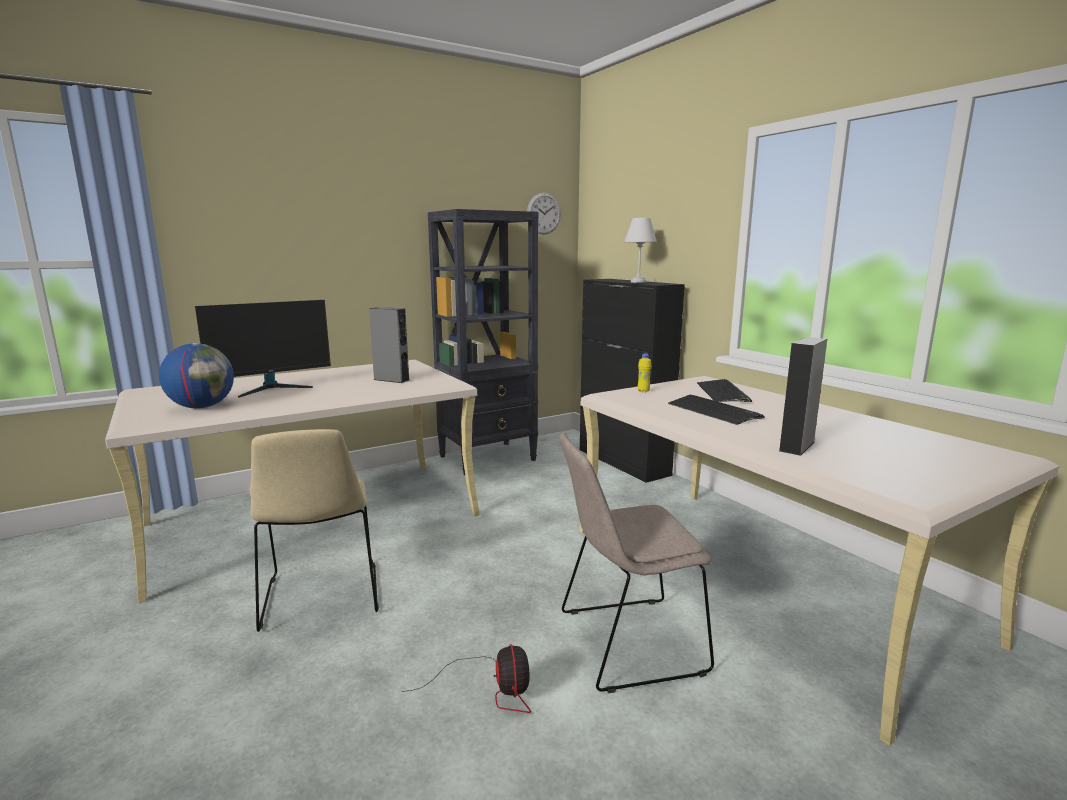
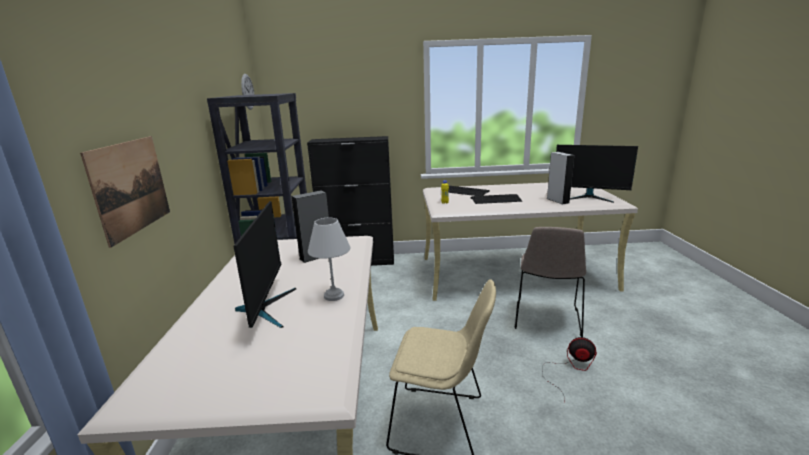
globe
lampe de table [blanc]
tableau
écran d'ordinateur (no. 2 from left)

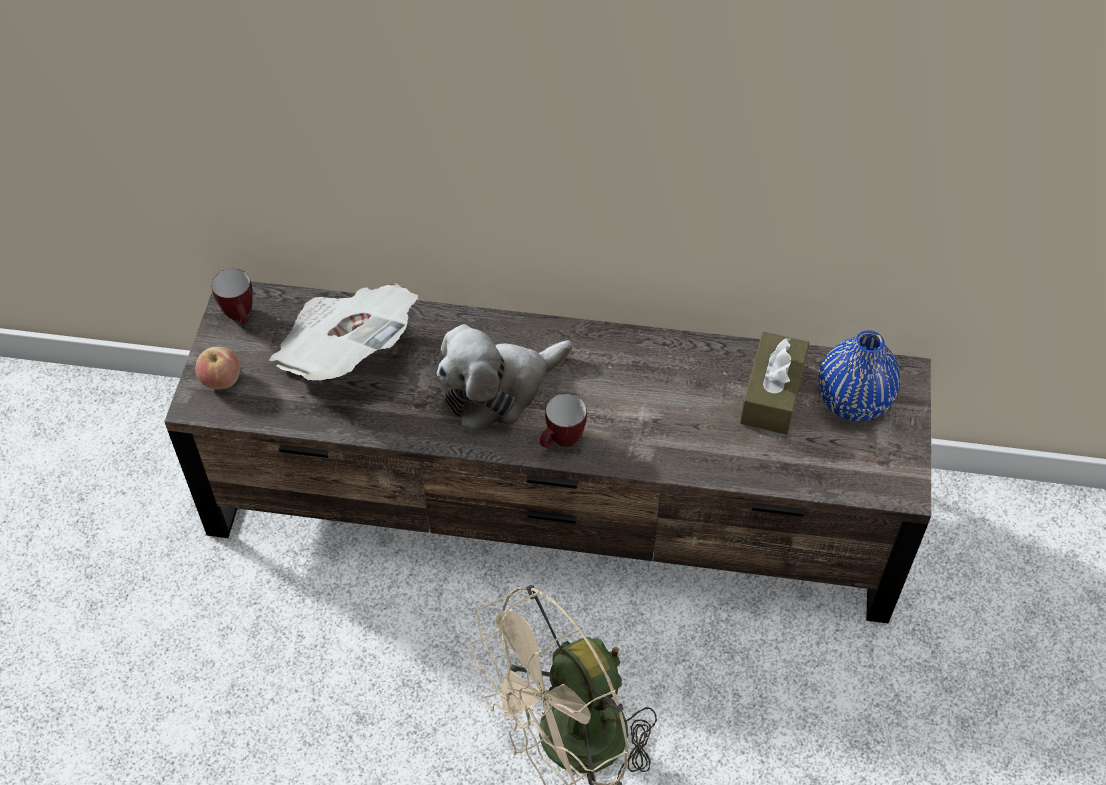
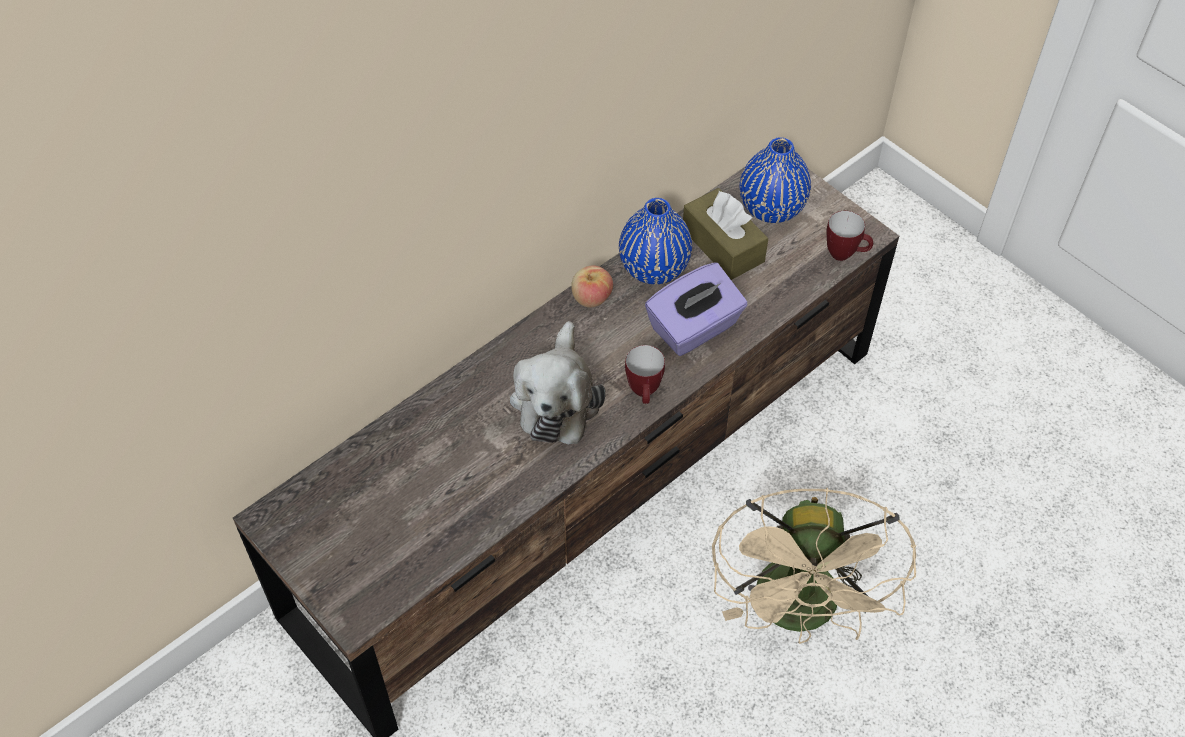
pomme
mug (no. 2 from left)
journal
vase [bleu] (no. 1 from left)
boîte à mouchoirs [violet]

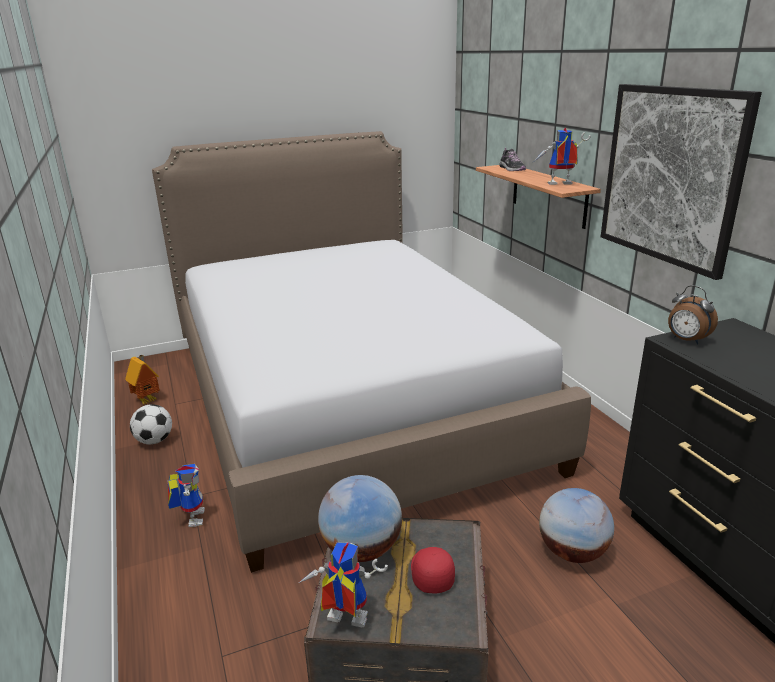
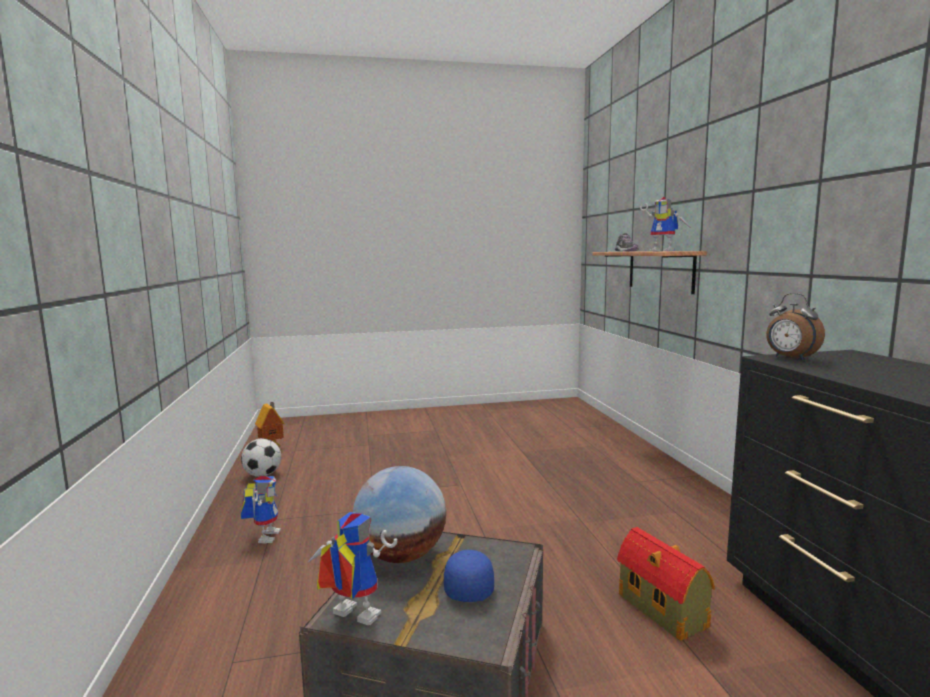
lit
casquette [bleu]
robot jouet (no. 3 from left)
maison miniature (no. 2 from left)
tableau

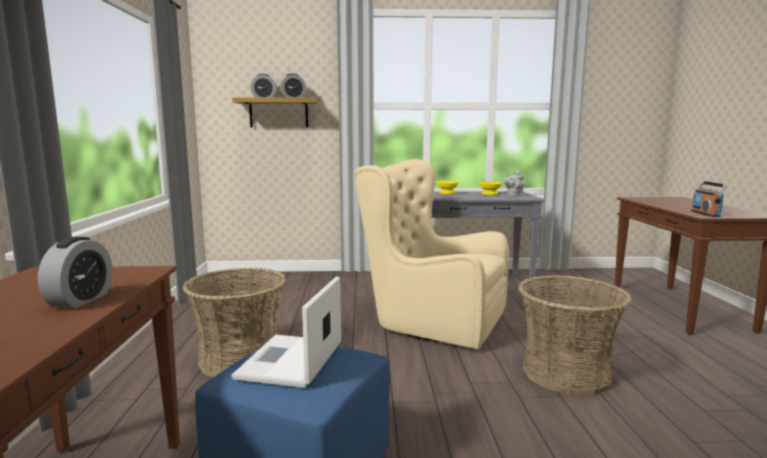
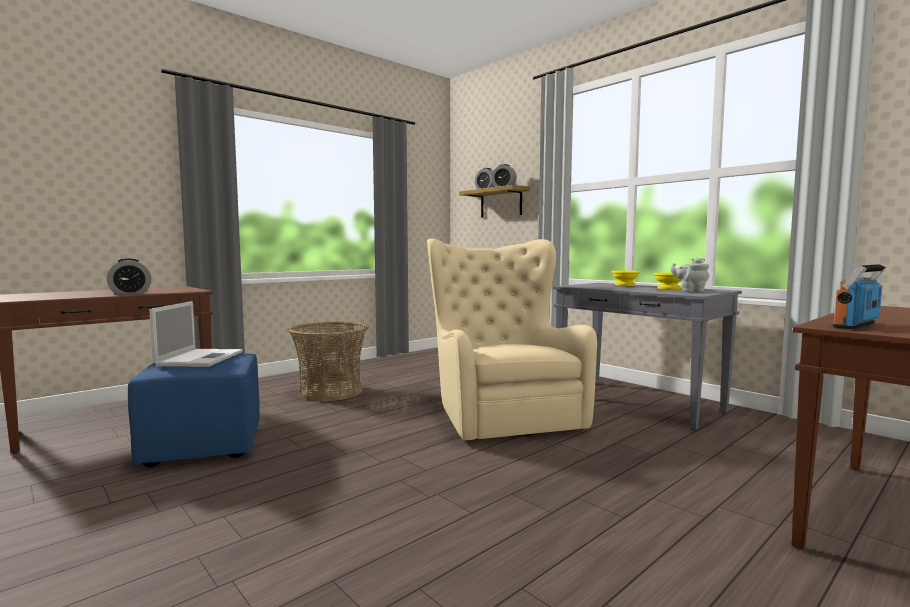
ordinateur portable
panier (no. 2 from left in the first image)

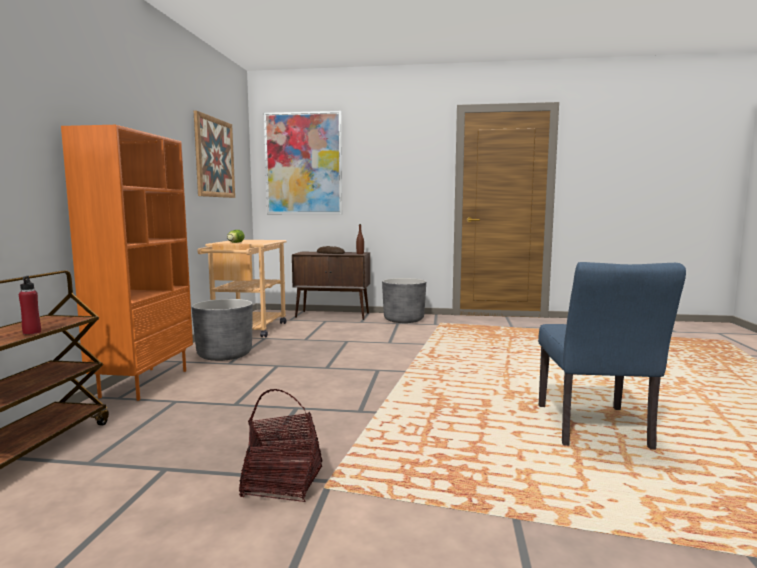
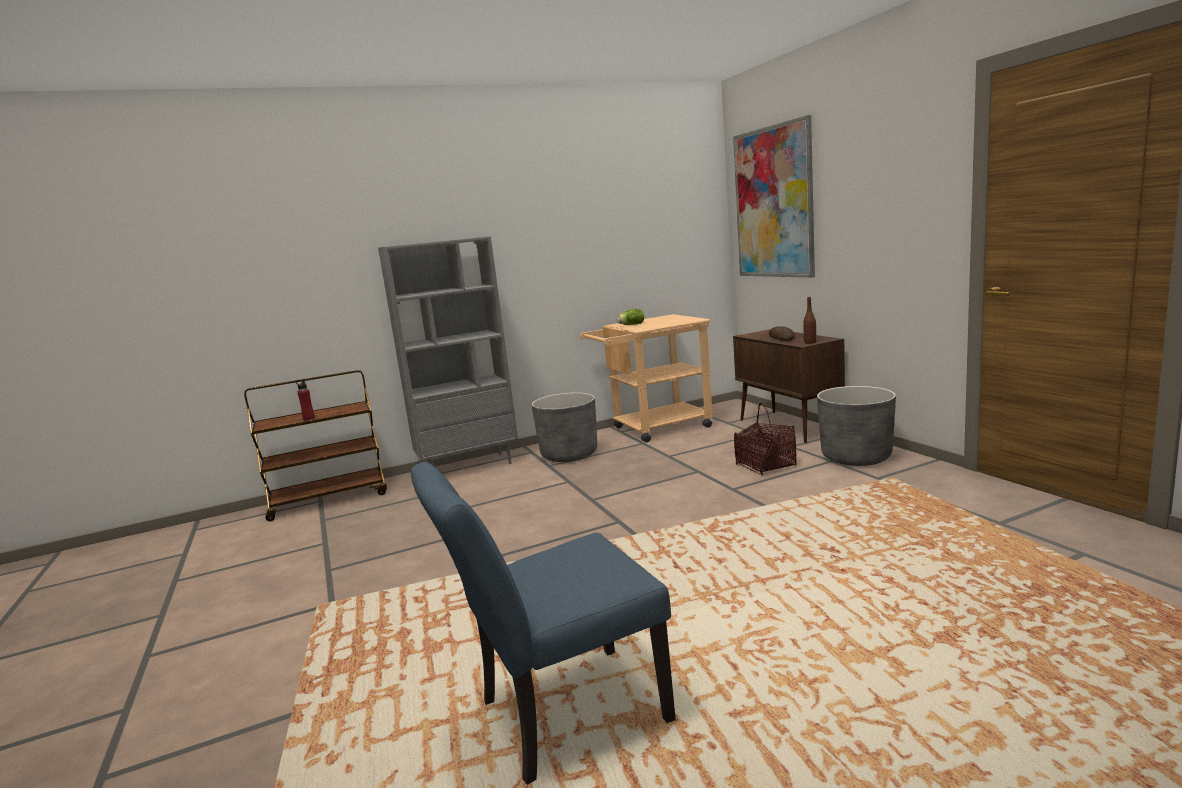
bibliothèque [gris]
tableau (no. 1 from left in the first image)
panier

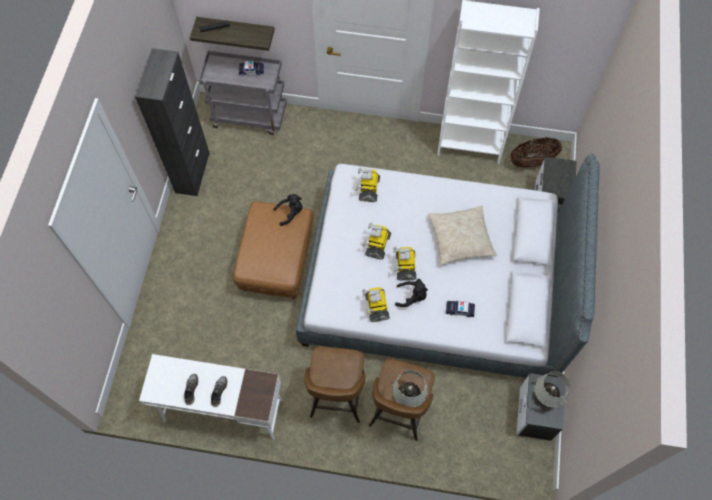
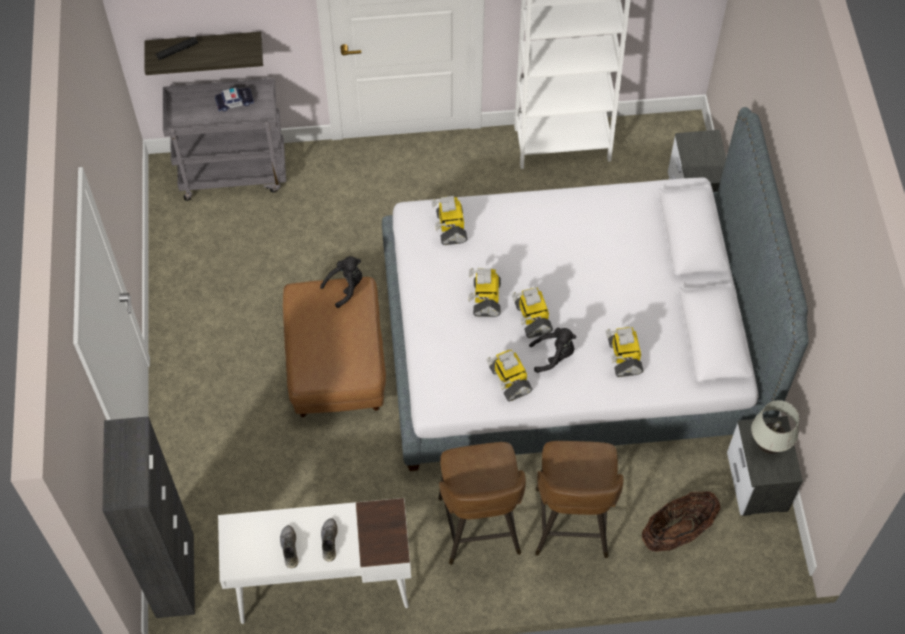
meuble de rangement [noir]
lampe de table [blanc] (no. 1 from left in the first image)
coussin [beige]
robot jouet (no. 5 from left)
panier

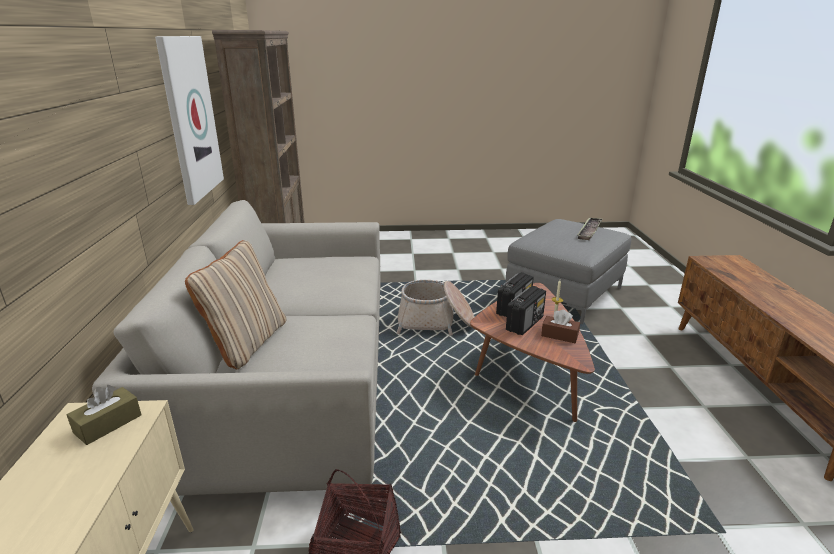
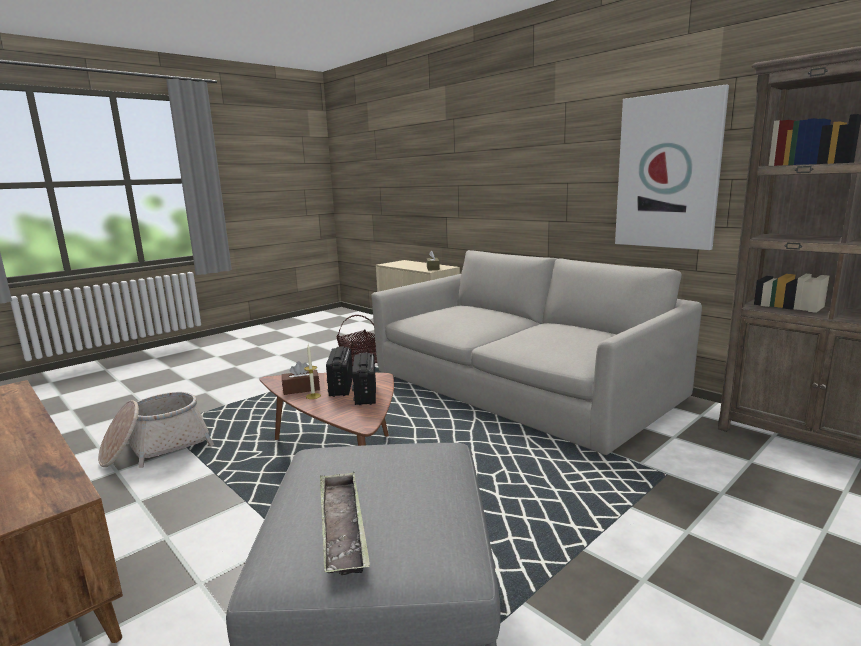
coussin [beige]
panier (no. 1 from left)

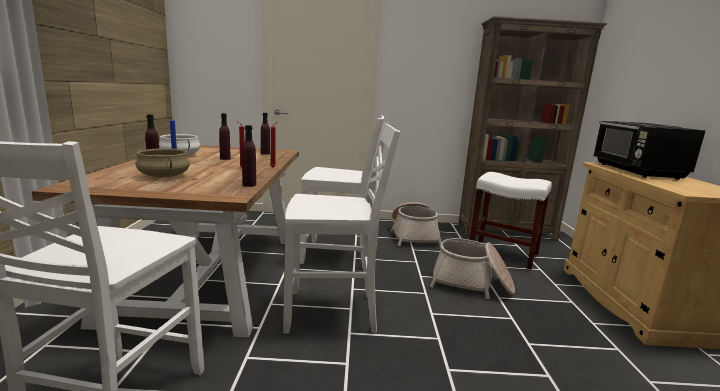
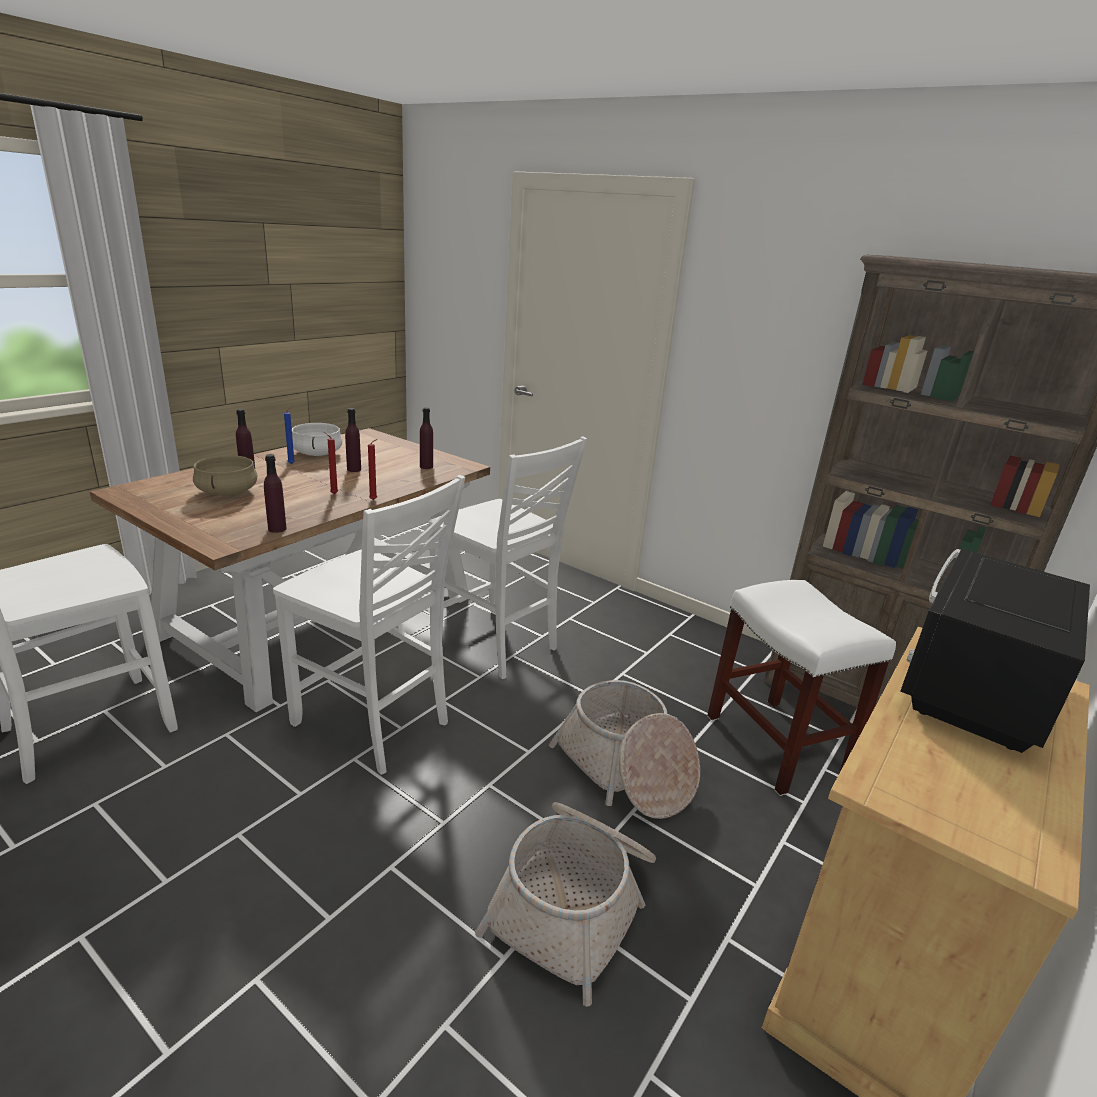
panier (no. 1 from left)

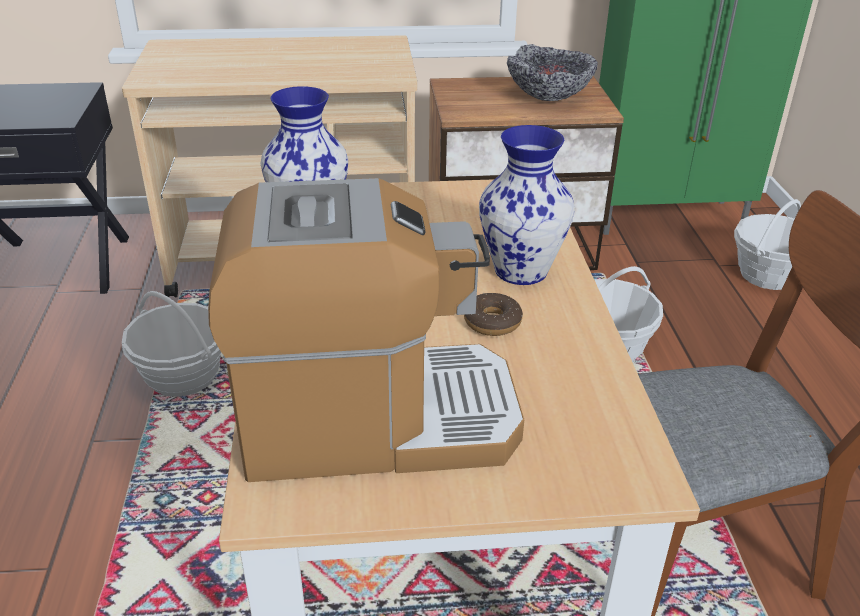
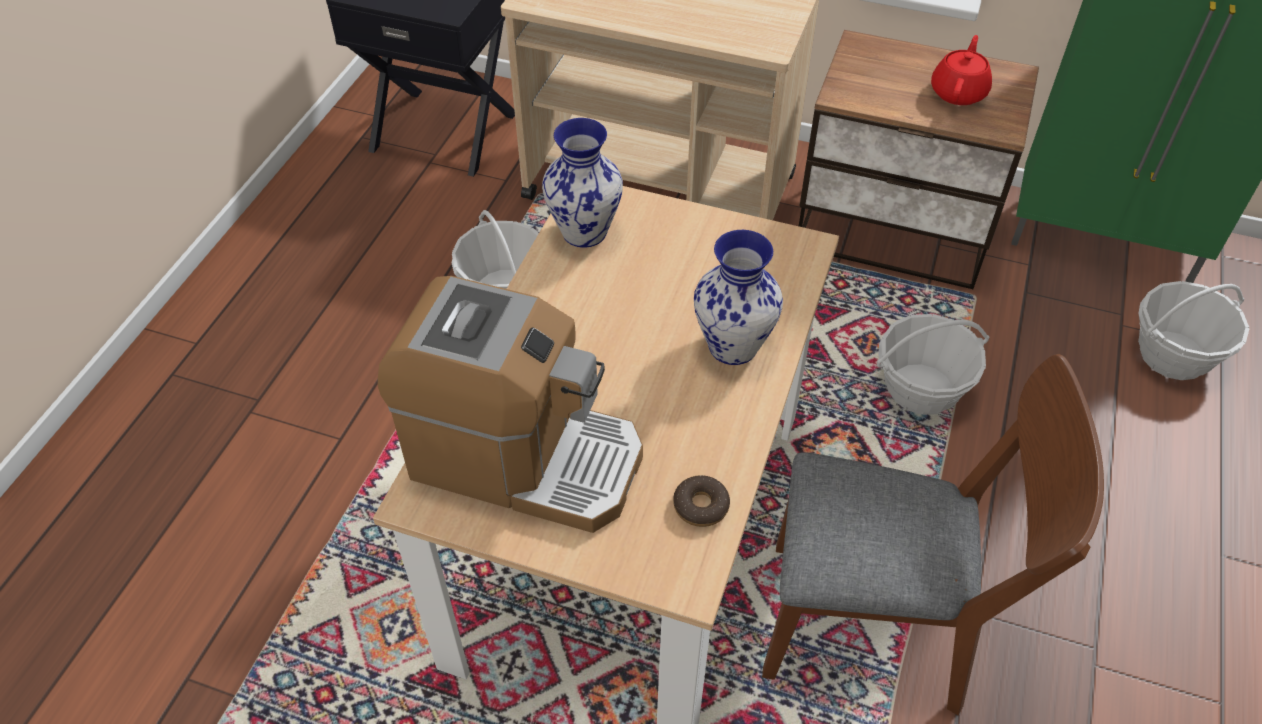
beignet
théière [rouge]

